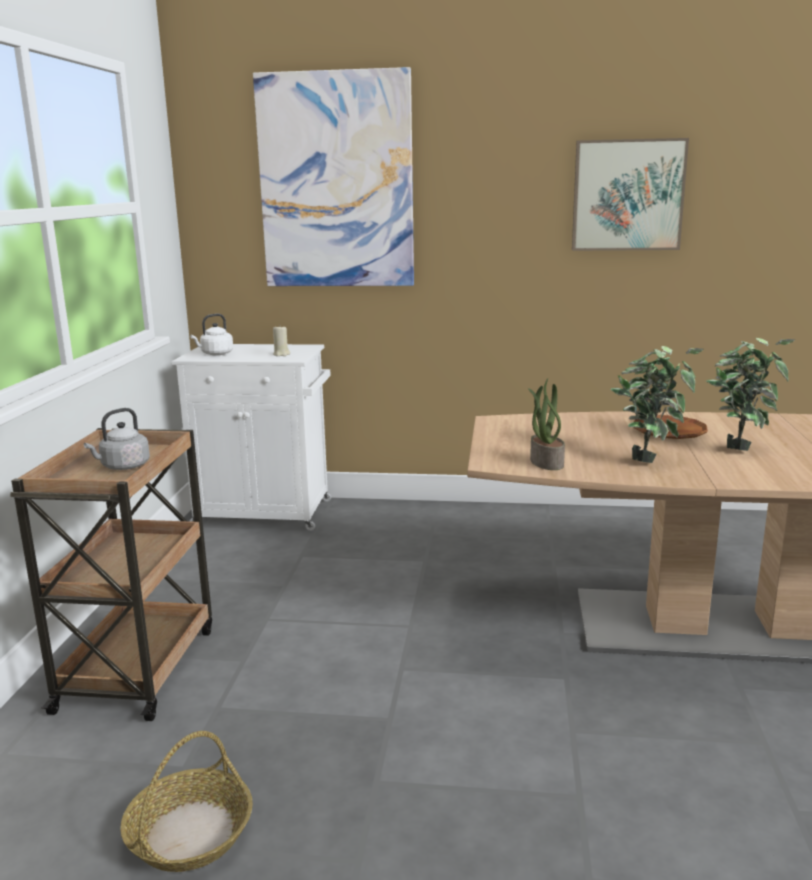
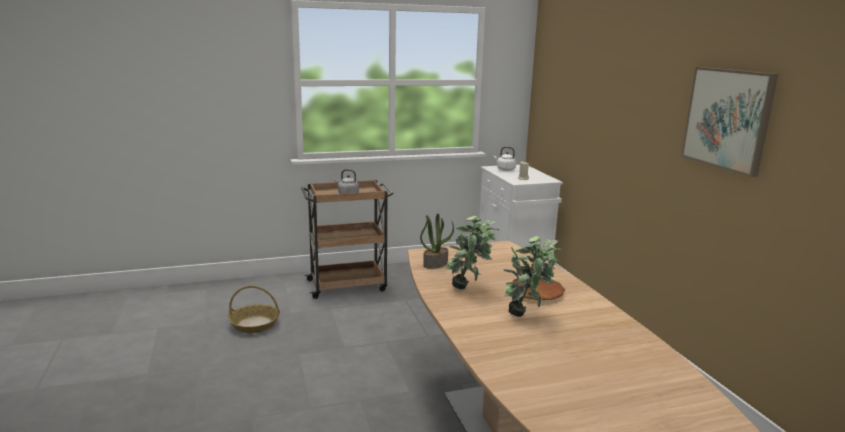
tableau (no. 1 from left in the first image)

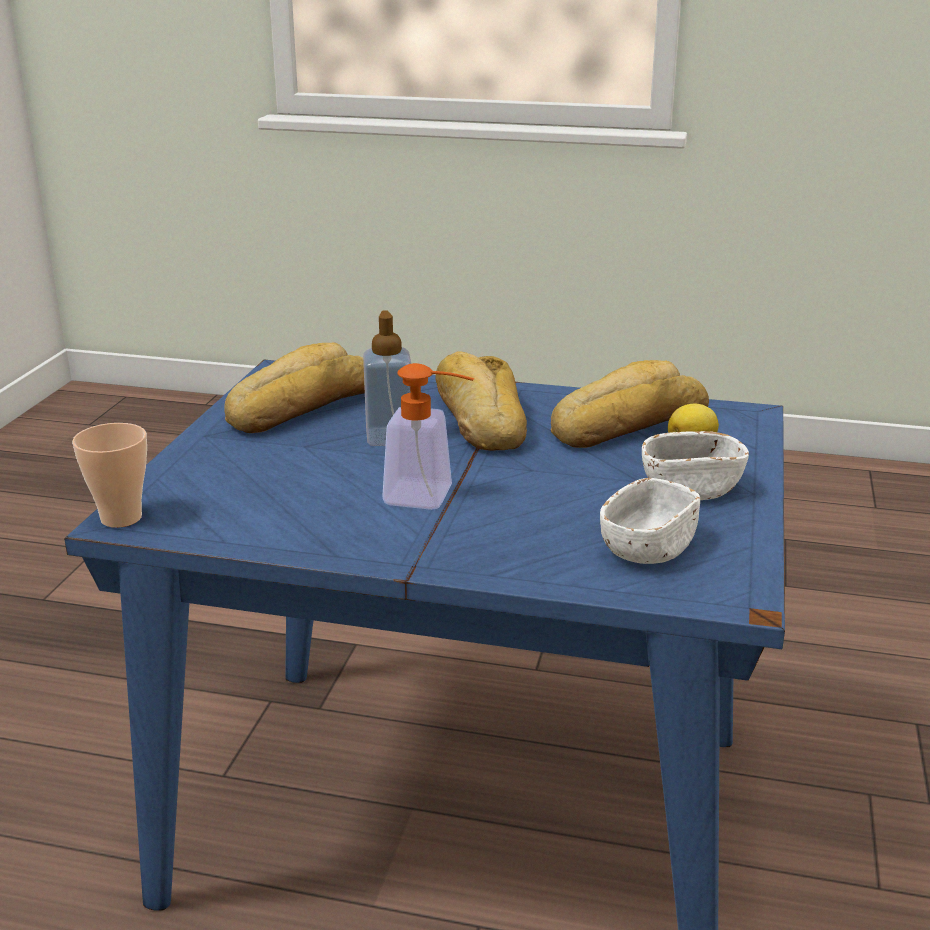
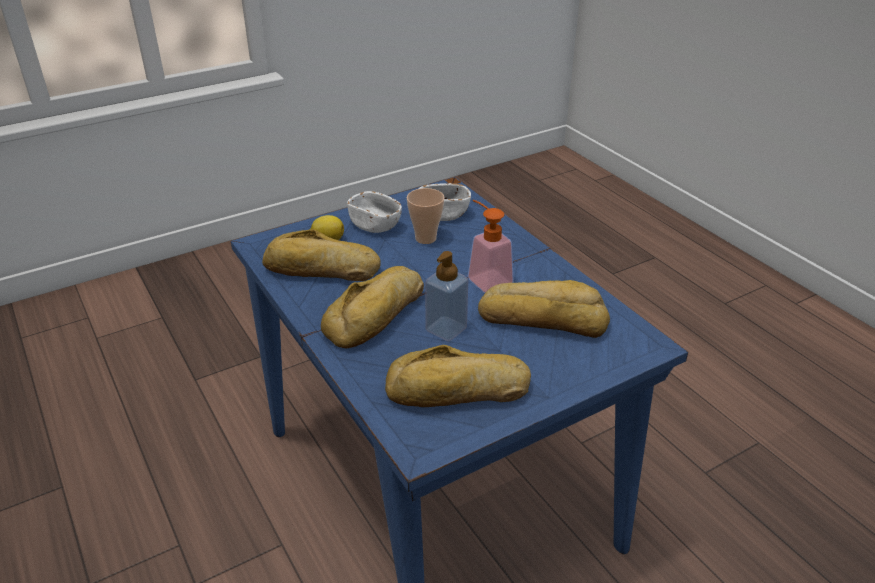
tasse
pain (no. 4 from left)

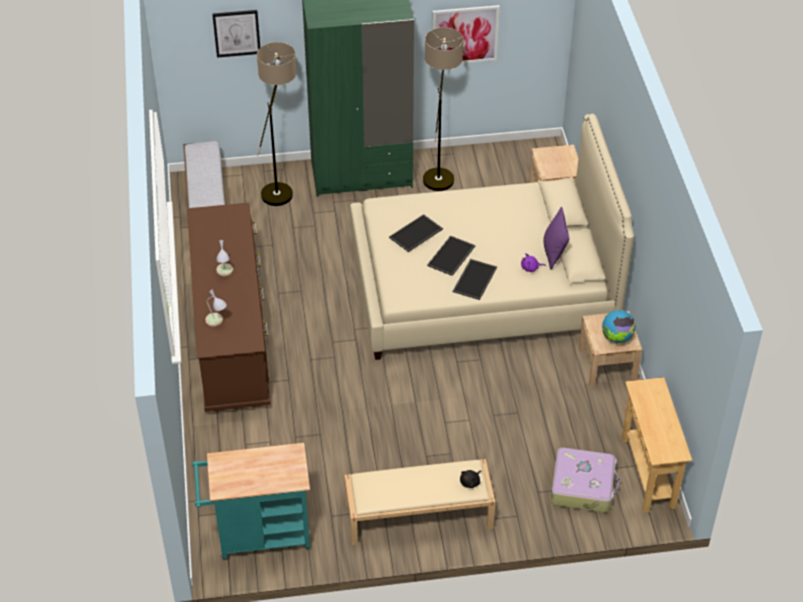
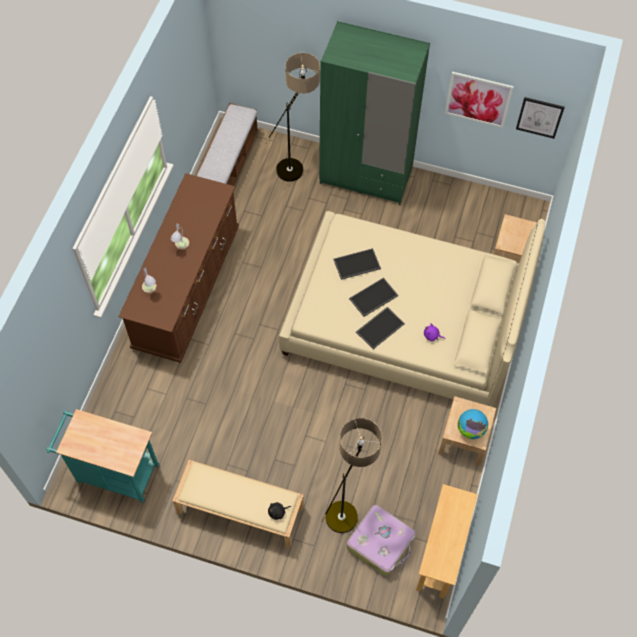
tableau (no. 2 from left)
lampadaire (no. 2 from left)
coussin [violet]

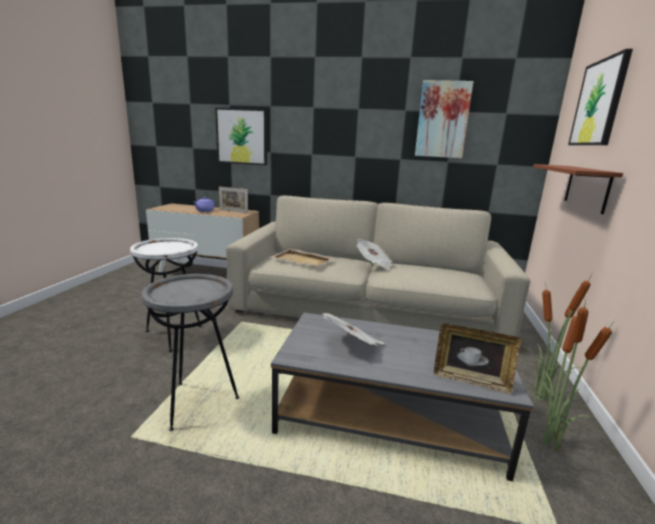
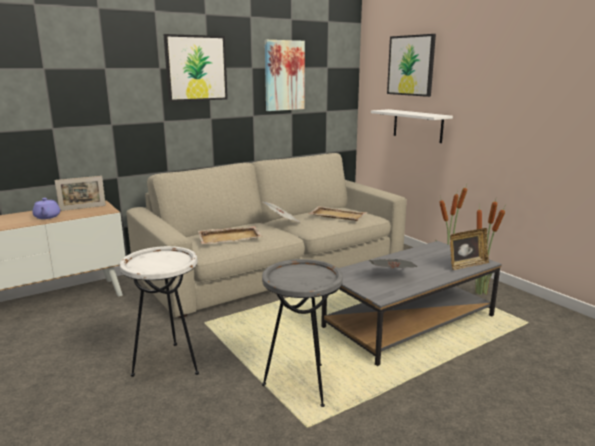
tableau (no. 1 from left)
étagère [blanc]
plateau [beige] (no. 2 from left)

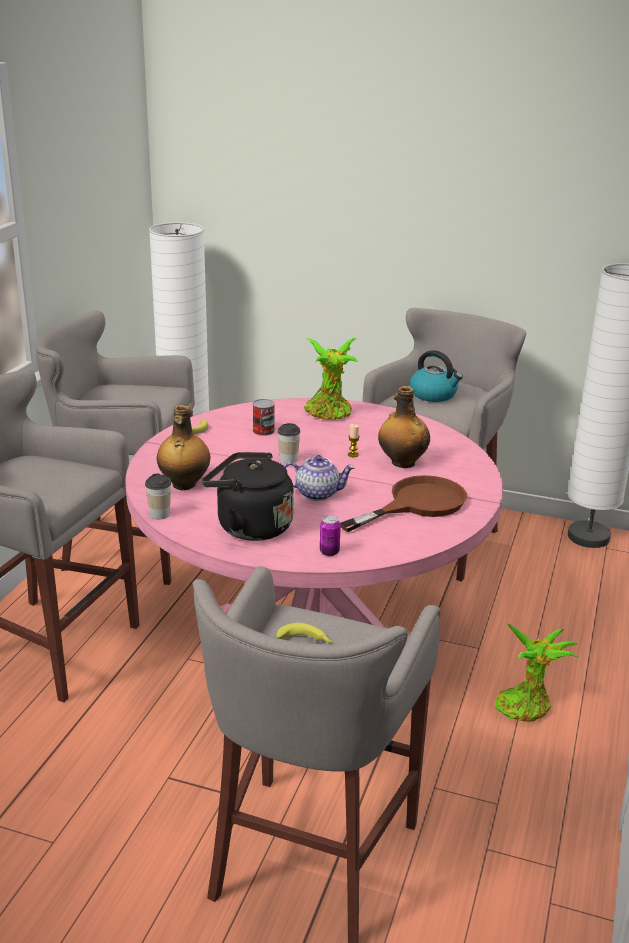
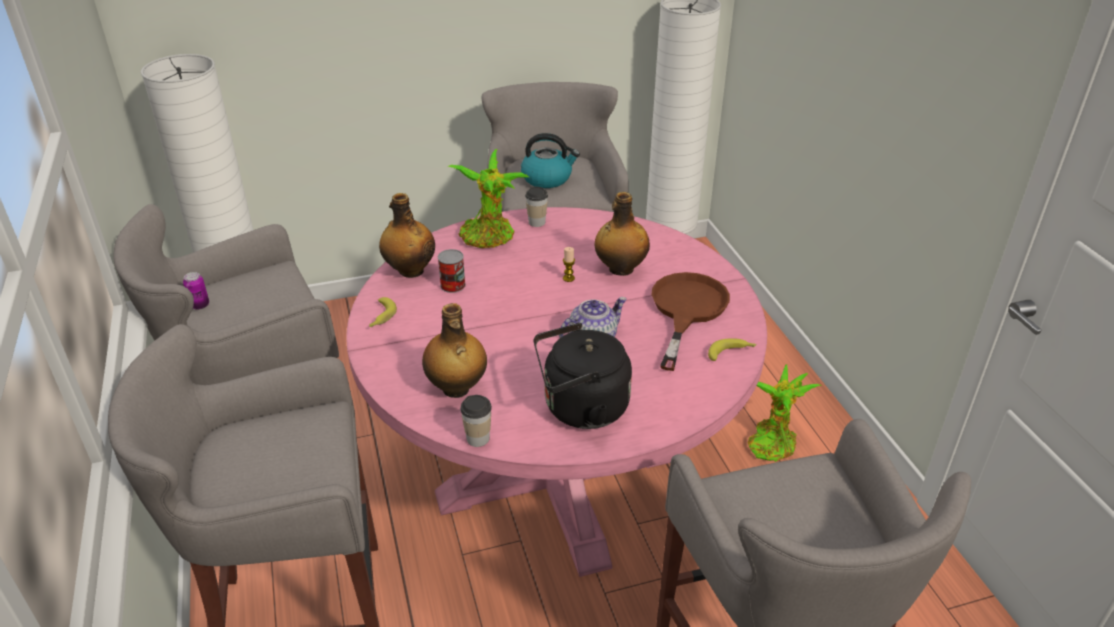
banane (no. 2 from left)
tasse (no. 2 from left)
boîte métallique (no. 1 from left)
bouteille (no. 1 from left)

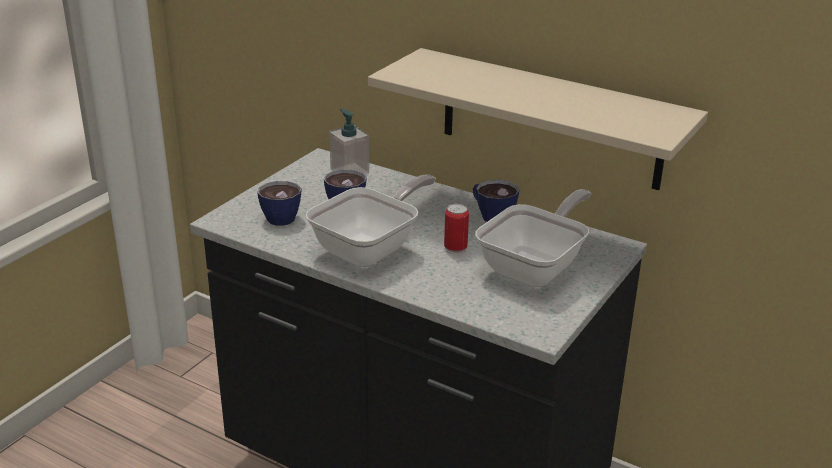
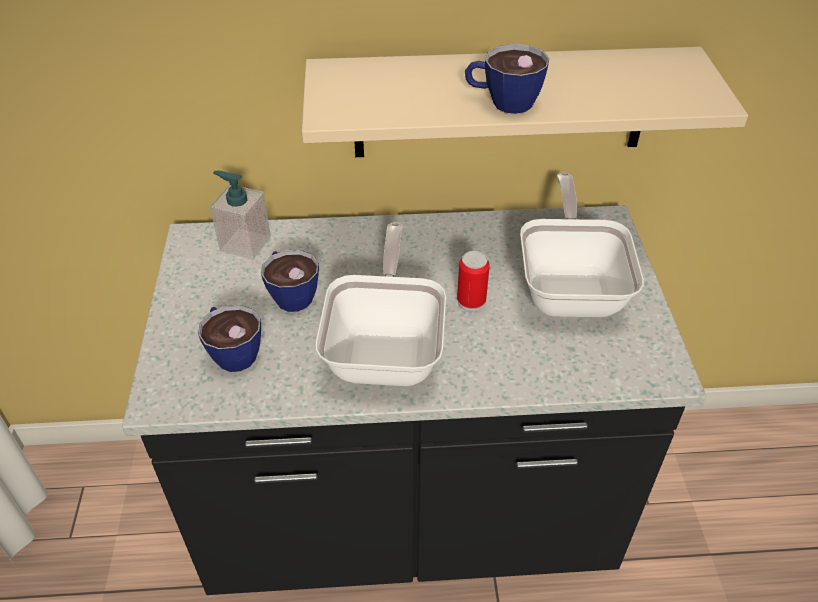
tasse (no. 3 from left)

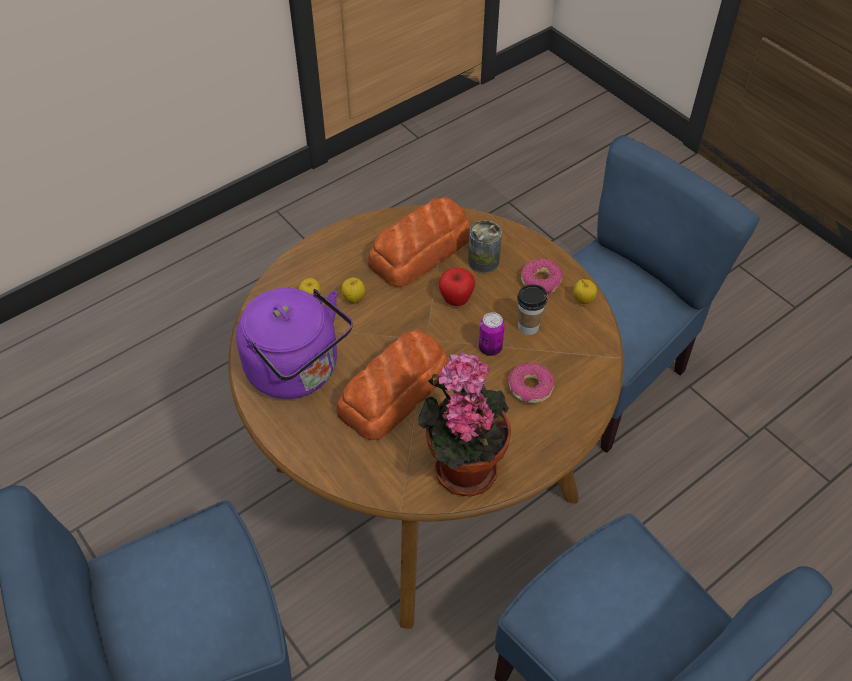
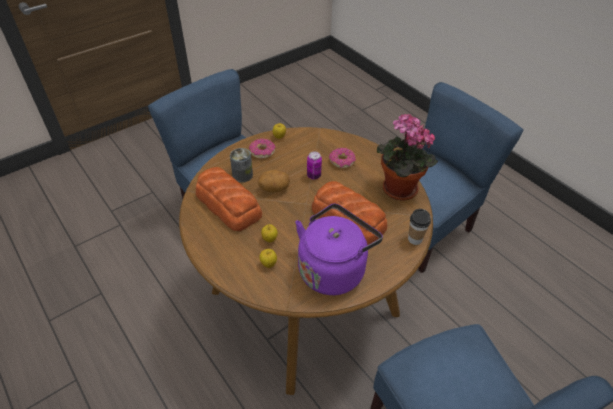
pomme de terre
tasse

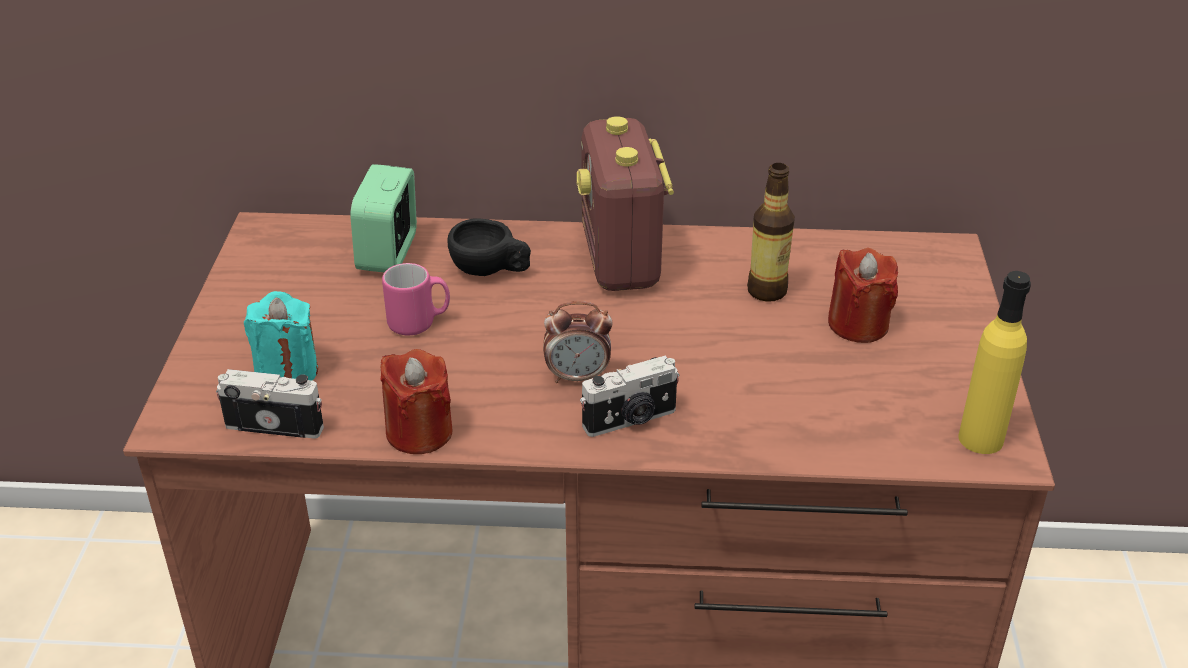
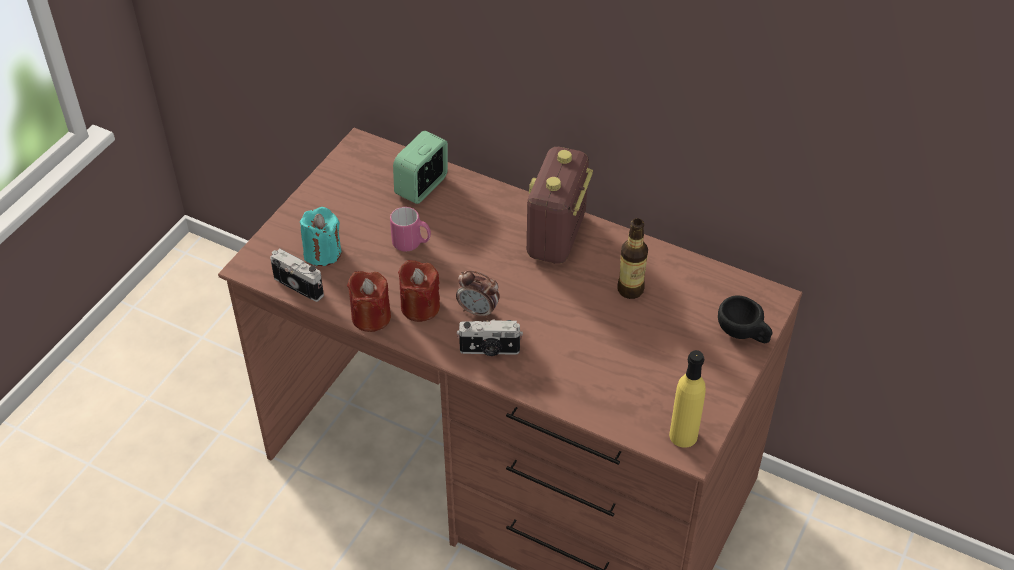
tasse [noir]
bougie [rouge] (no. 2 from left)

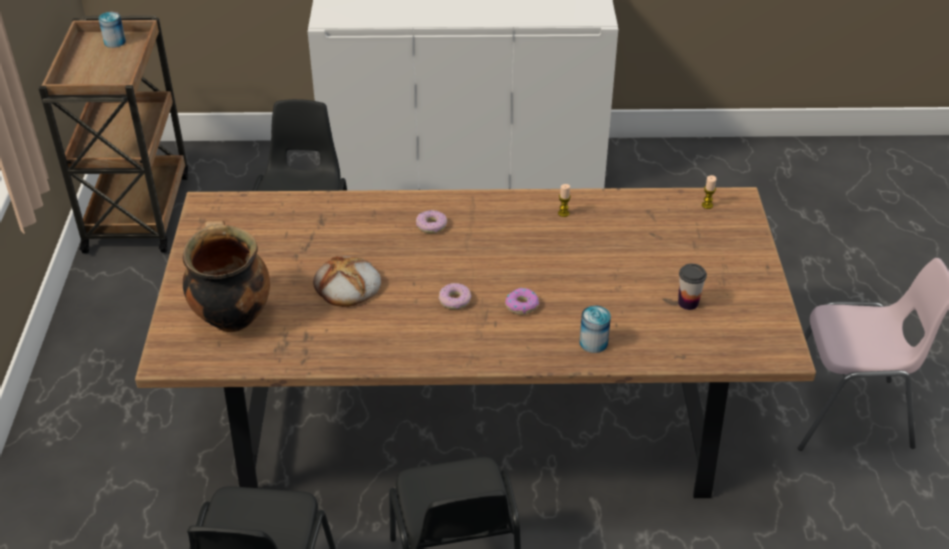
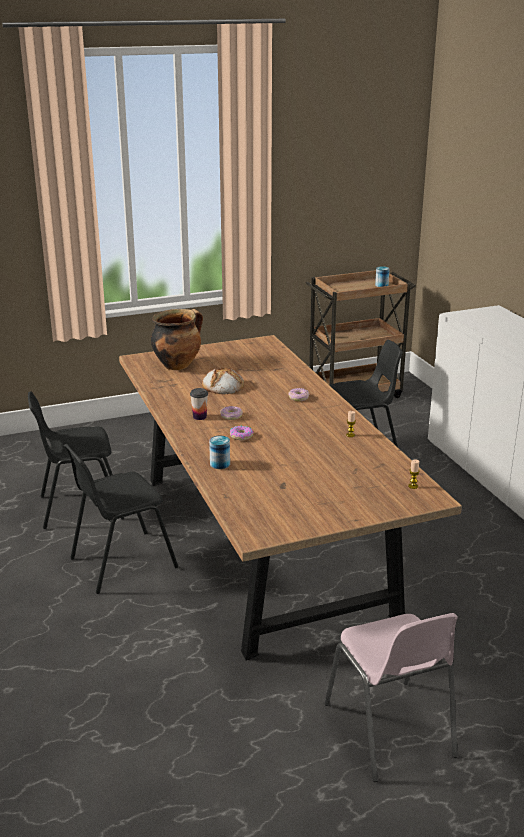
tasse

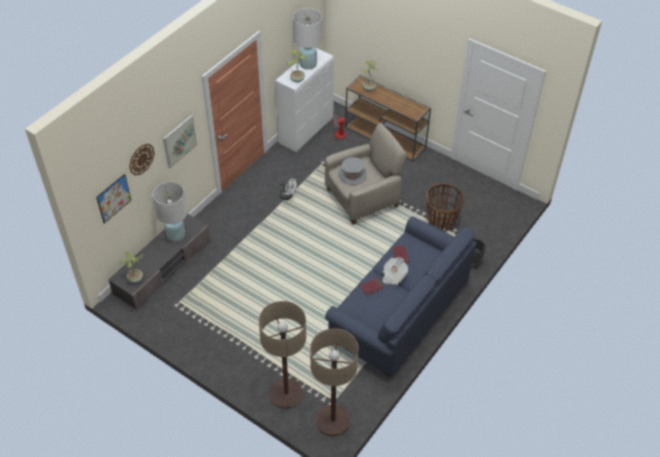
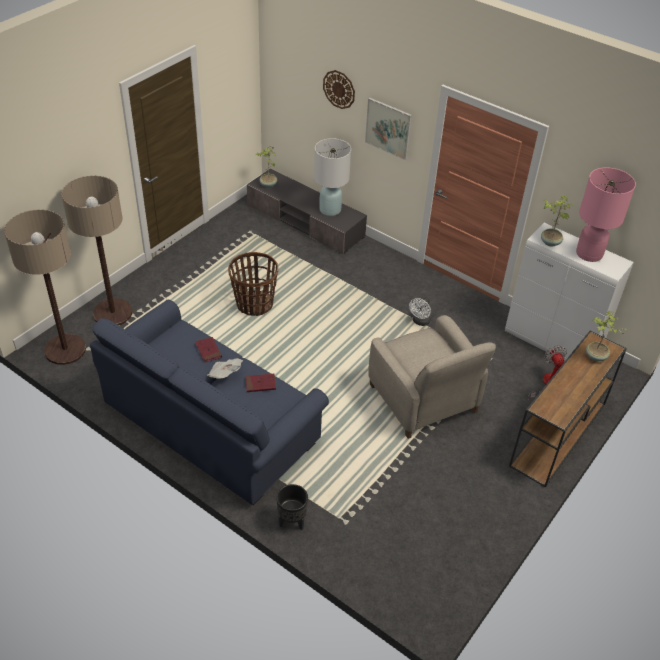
tableau (no. 1 from left in the first image)
lampe de table [rose]
chapeau [gris]
panier

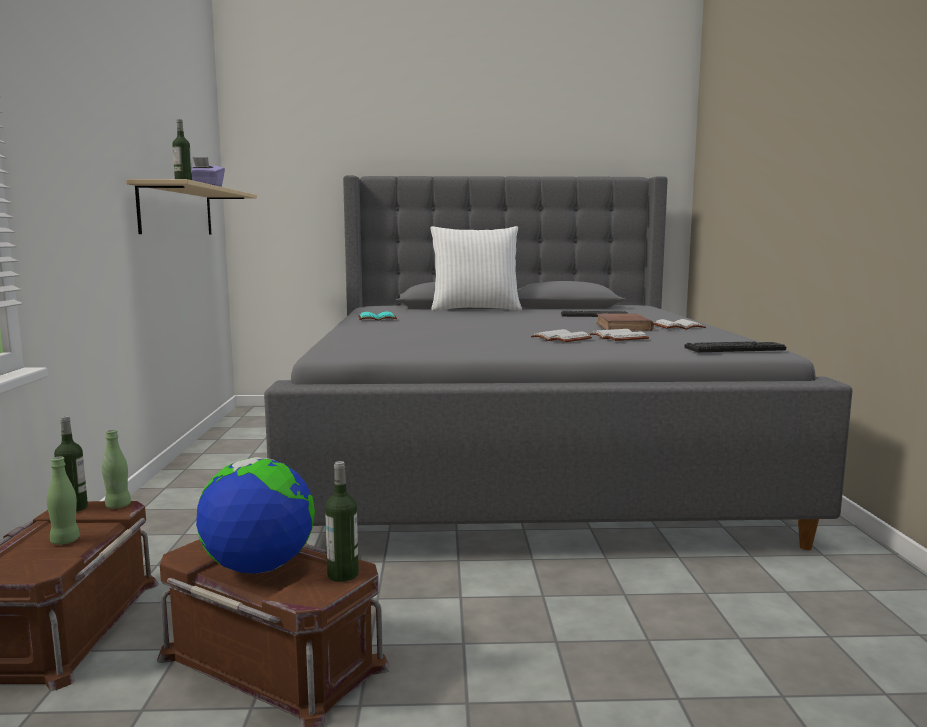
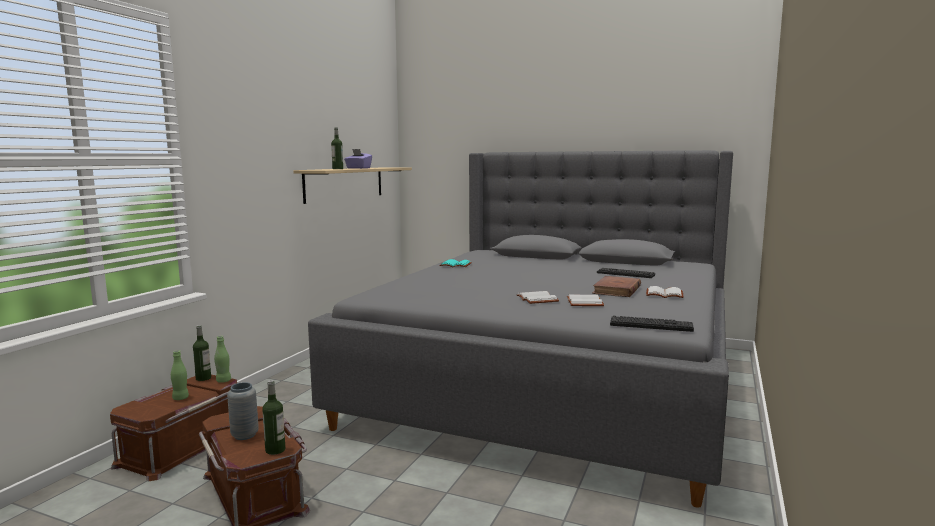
vase [gris]
coussin [blanc]

